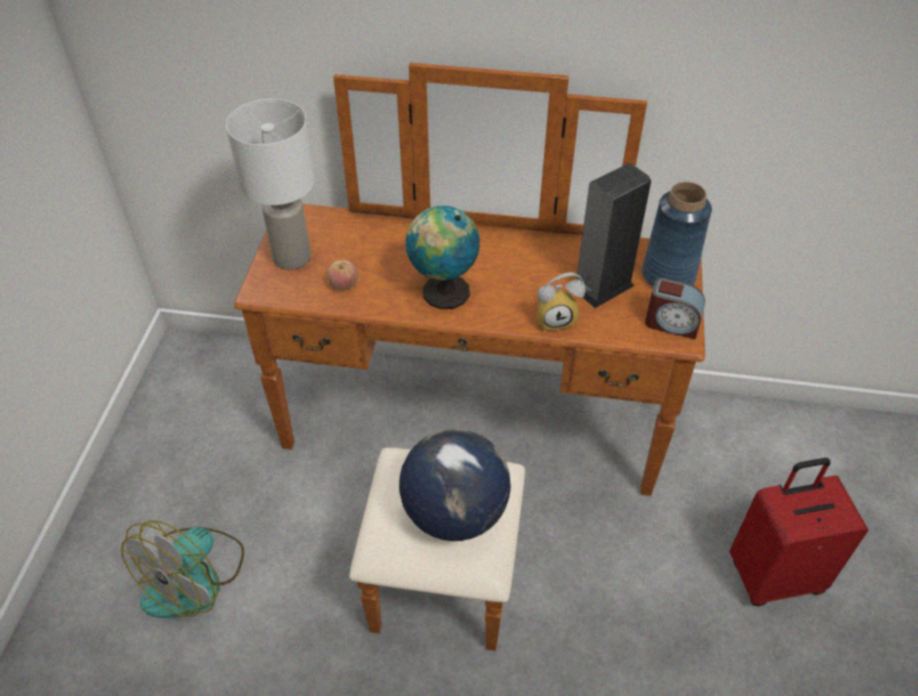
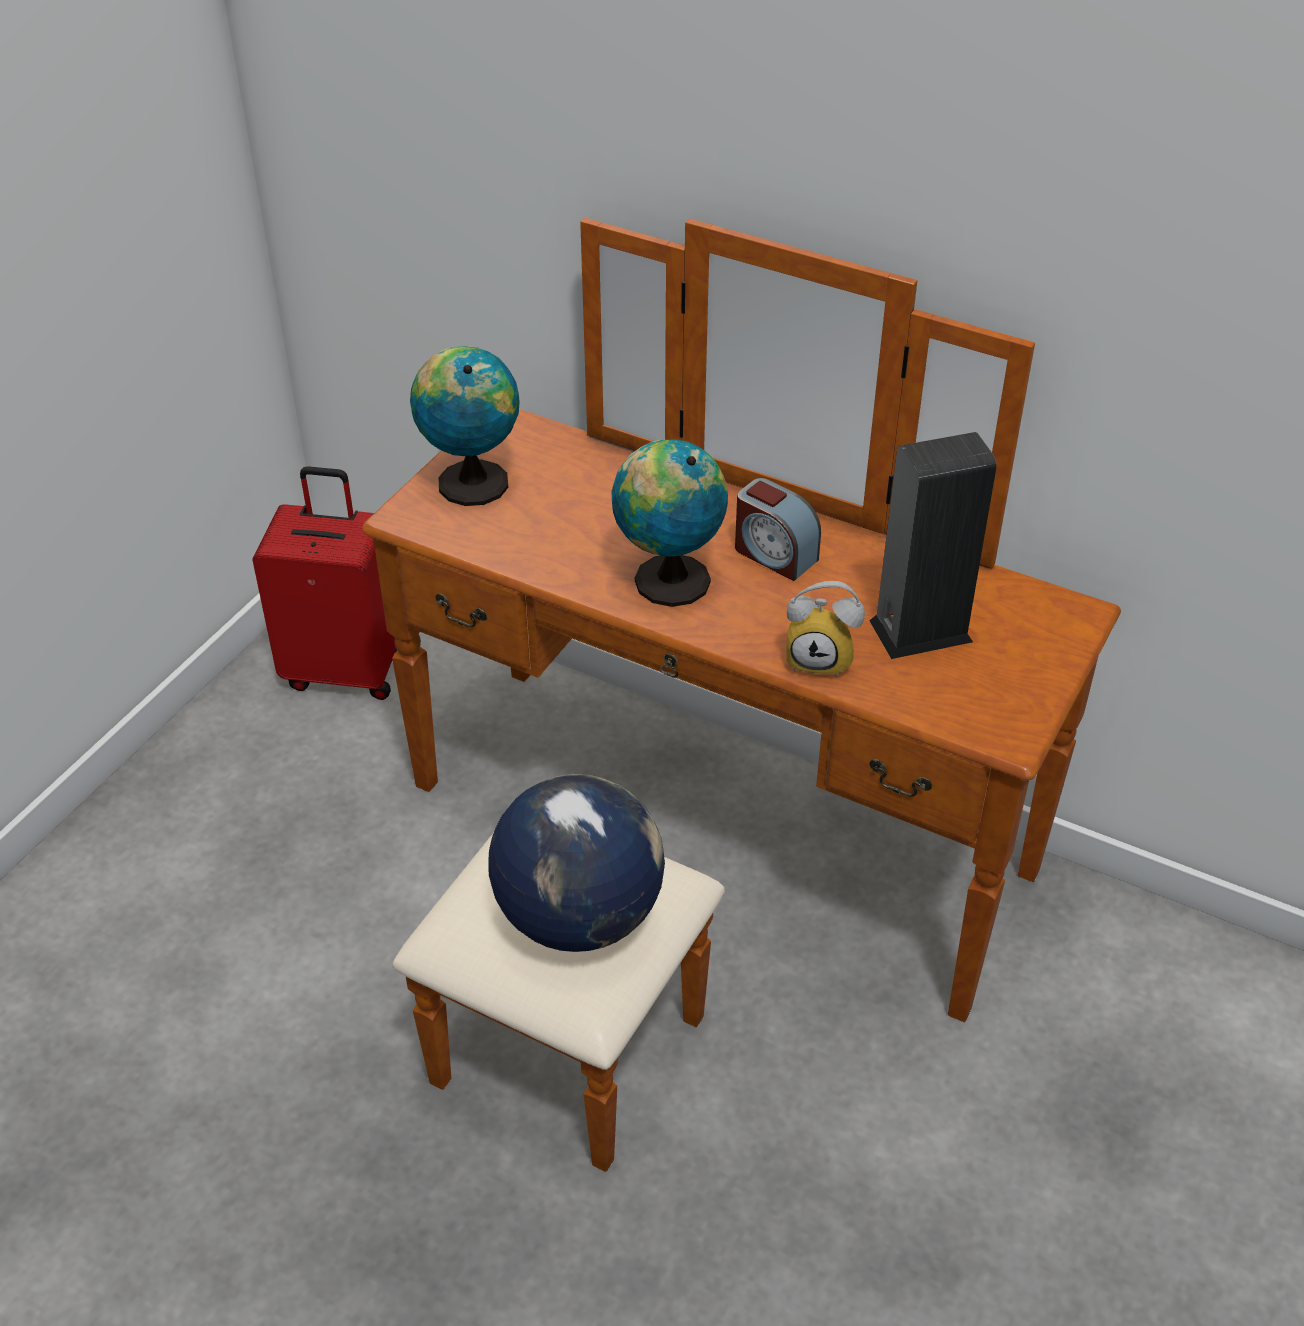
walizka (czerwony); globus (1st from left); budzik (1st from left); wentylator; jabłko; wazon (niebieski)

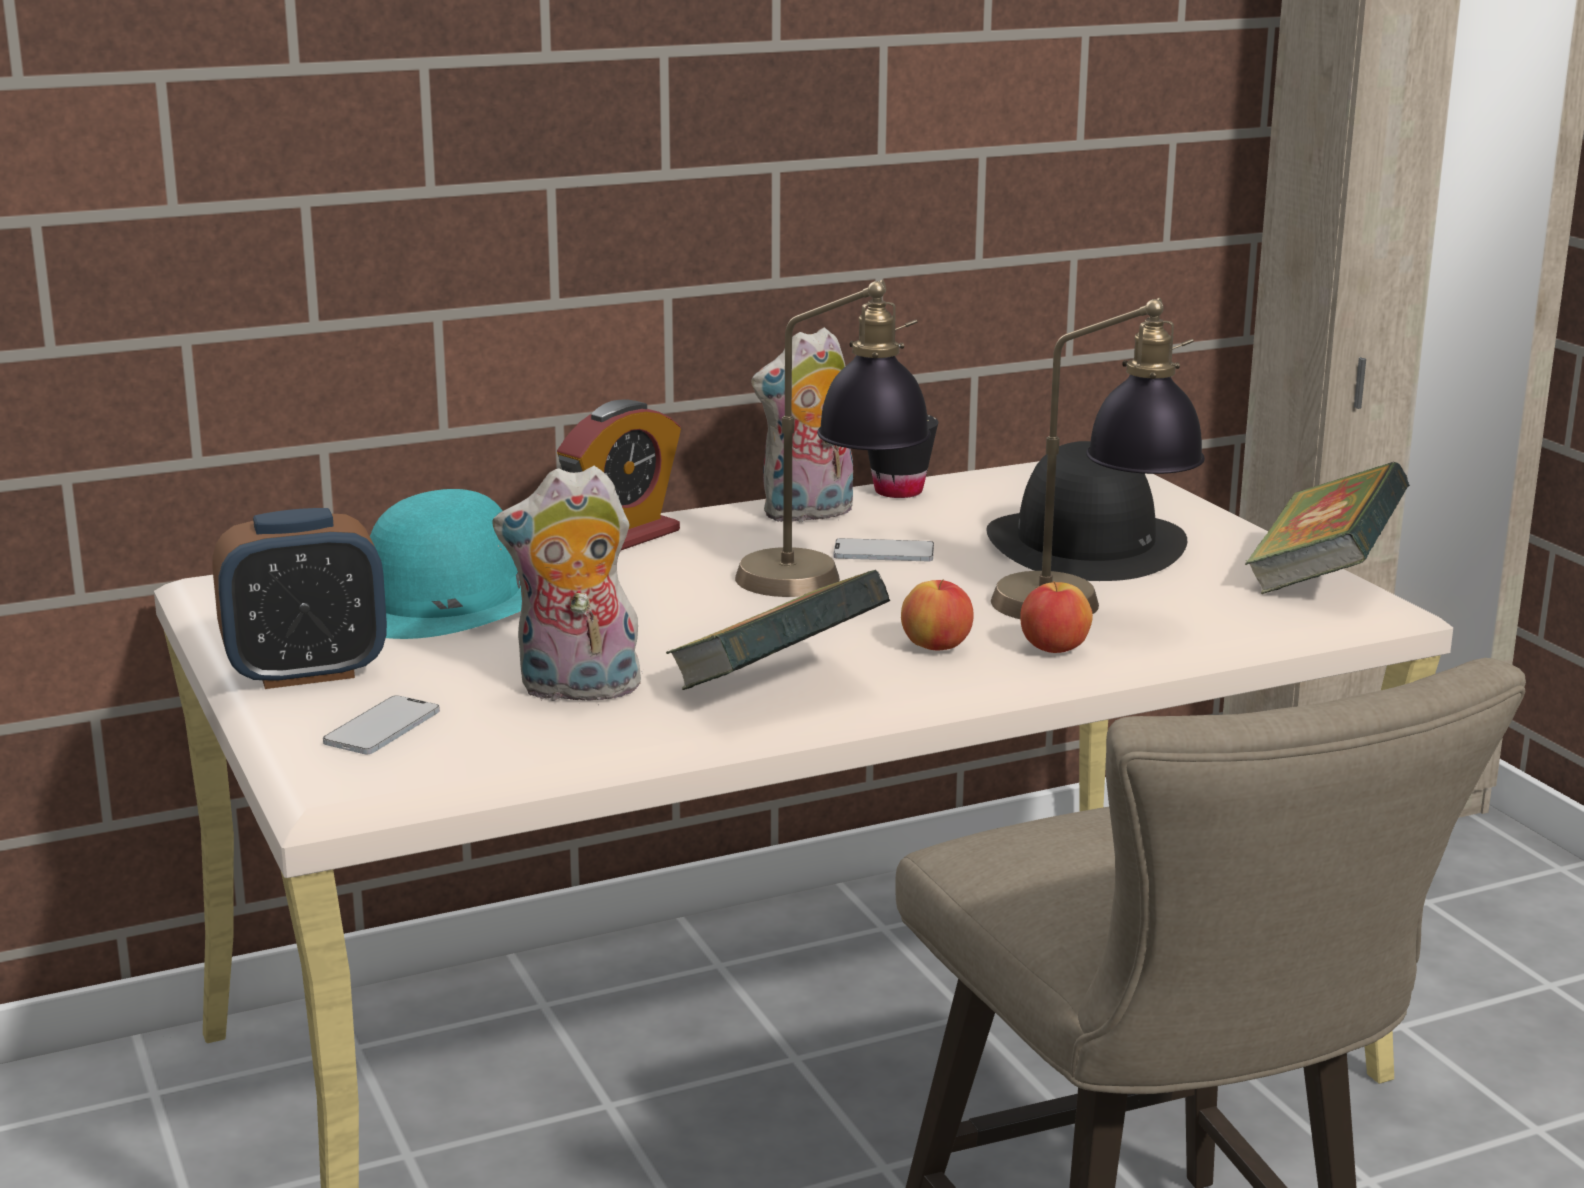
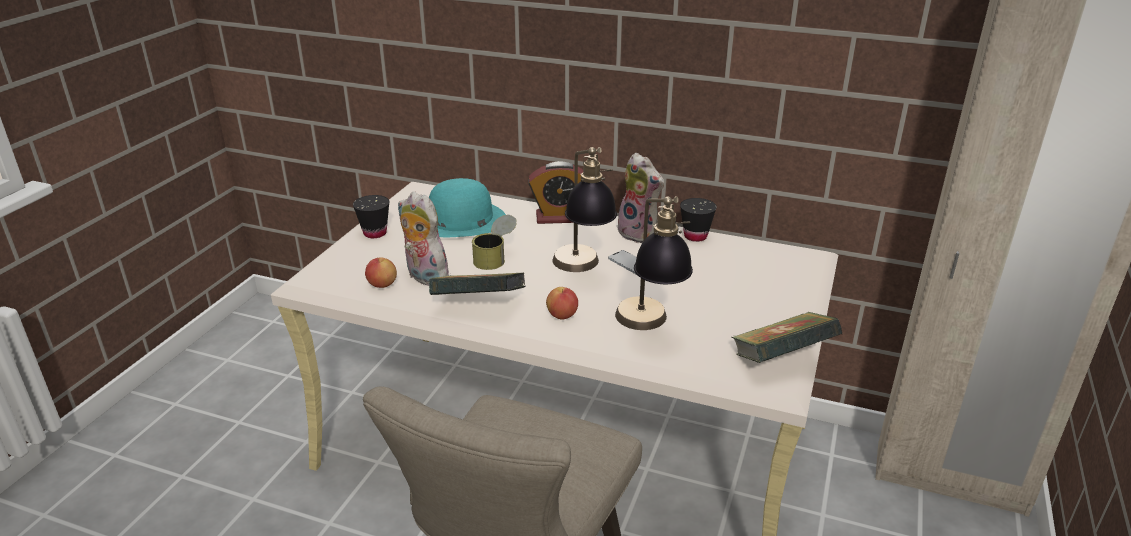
filiżanka (czarny) (1st from left); jabłko (1st from left); puszka; pluszak (2nd from left); telefon (1st from left in the first image); kapelusz (czarny)

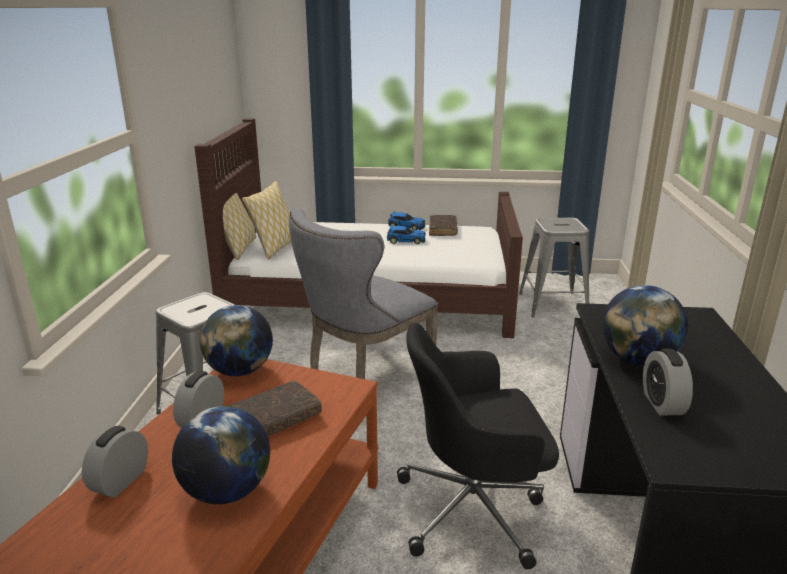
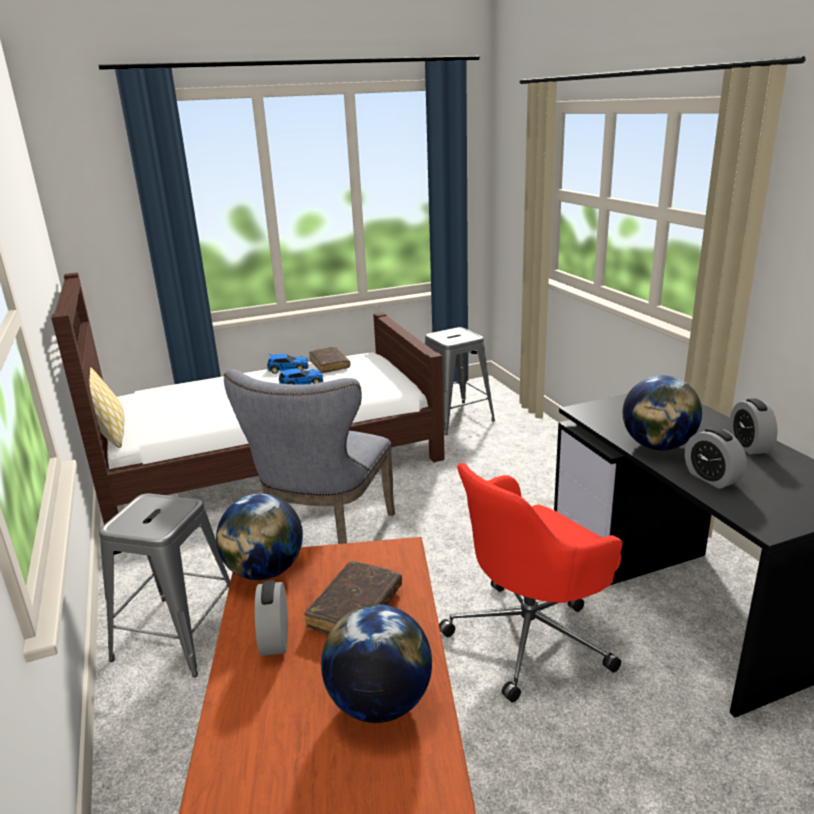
krzesło biurowe (czerwony); budzik (3rd from left); poduszka (2nd from left in the first image)

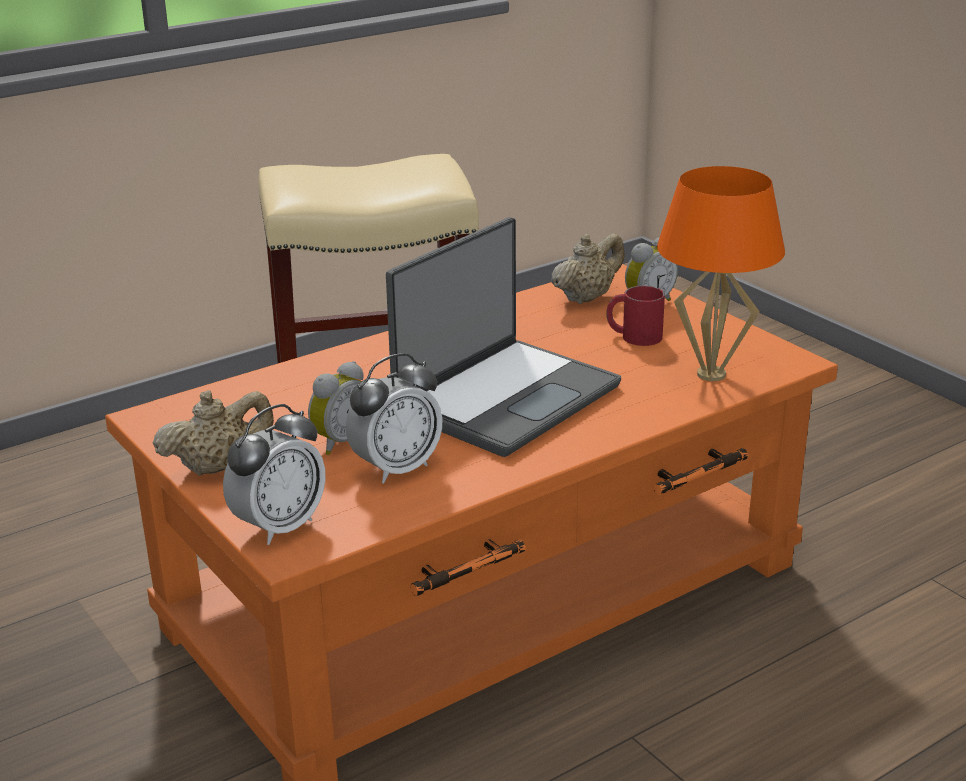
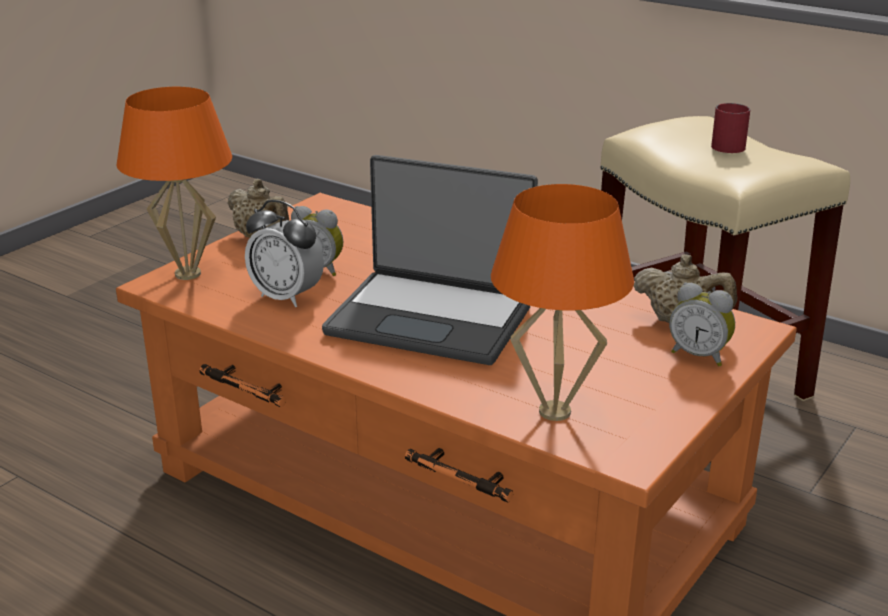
lampa stołowa (pomarańczowy) (1st from left); kubek (czerwony)

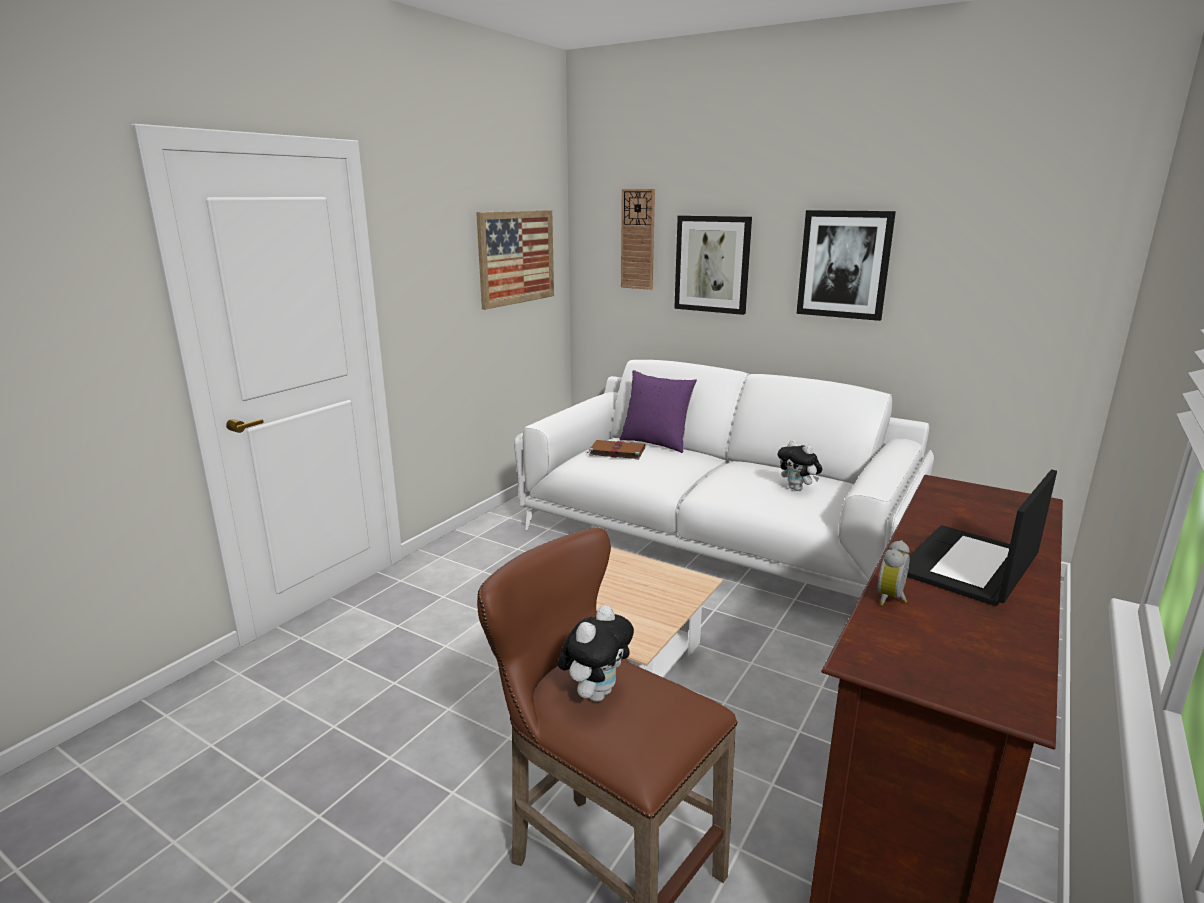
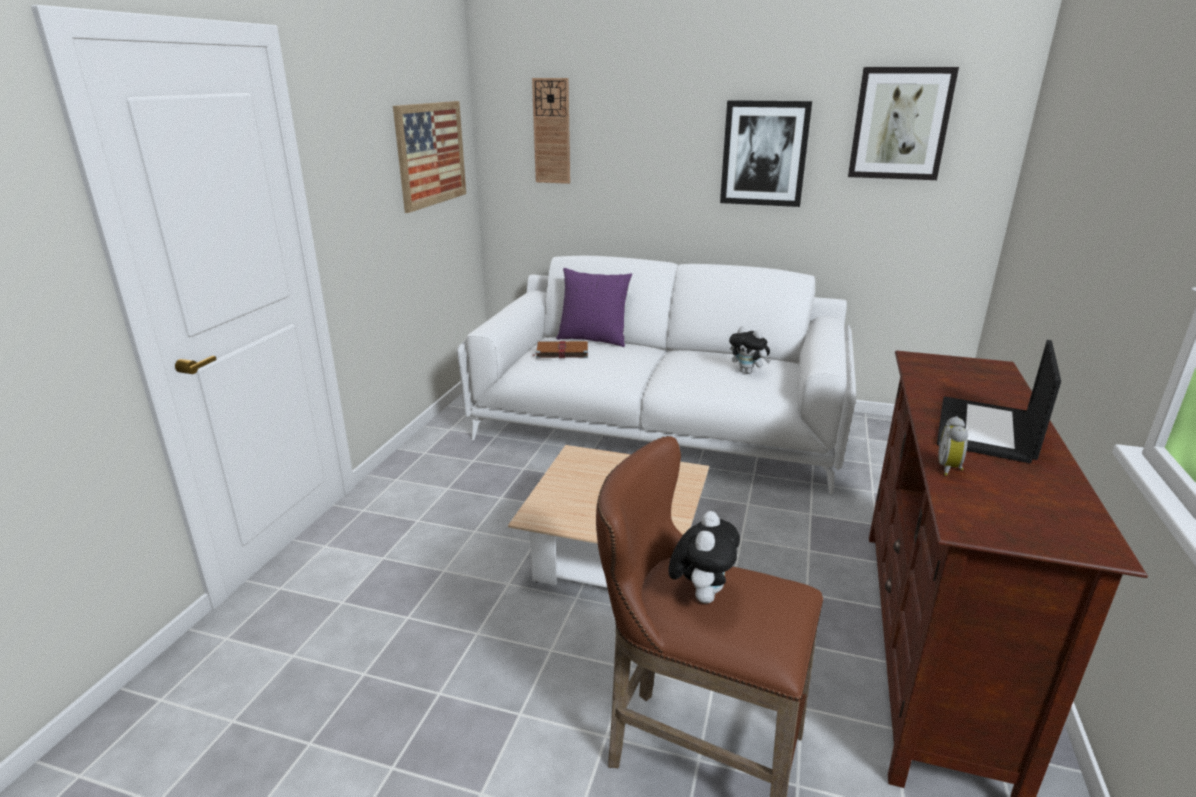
obraz (3rd from left)

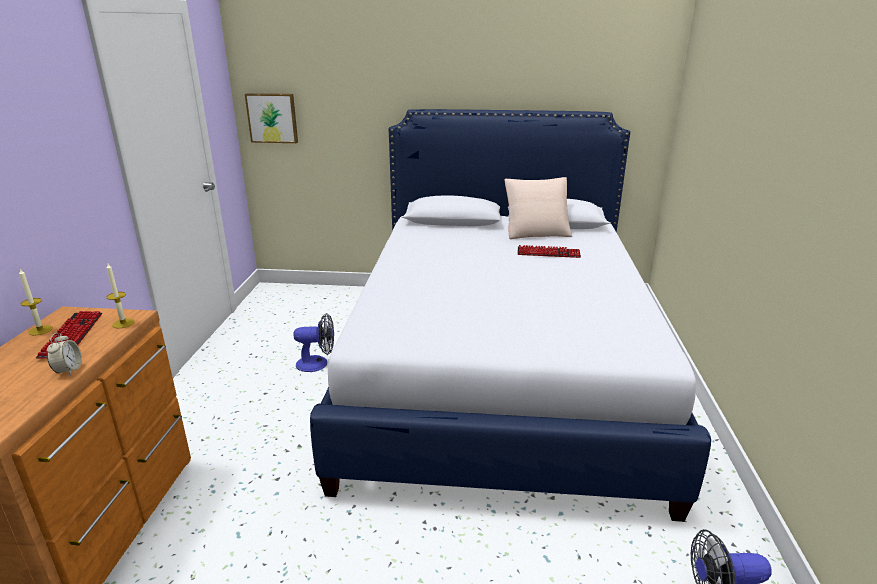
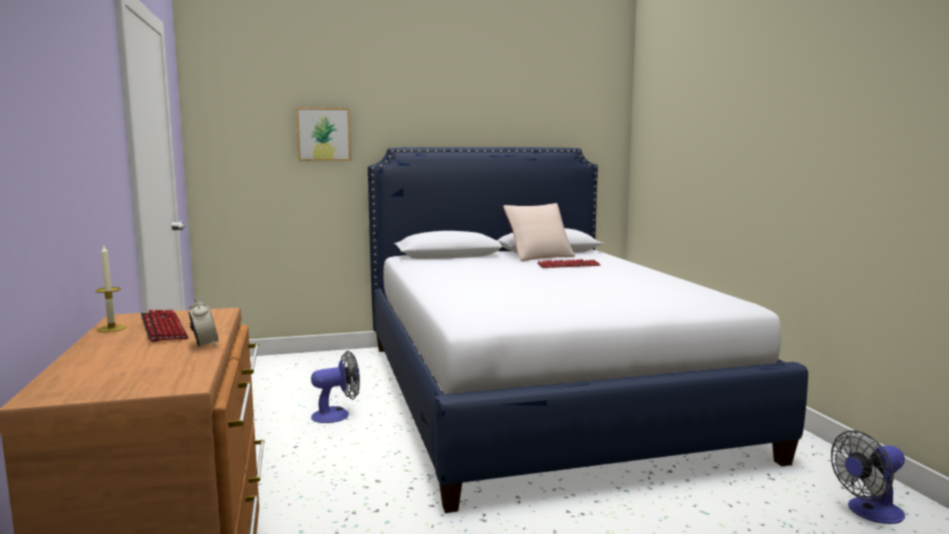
obraz; świeca (2nd from left in the first image)

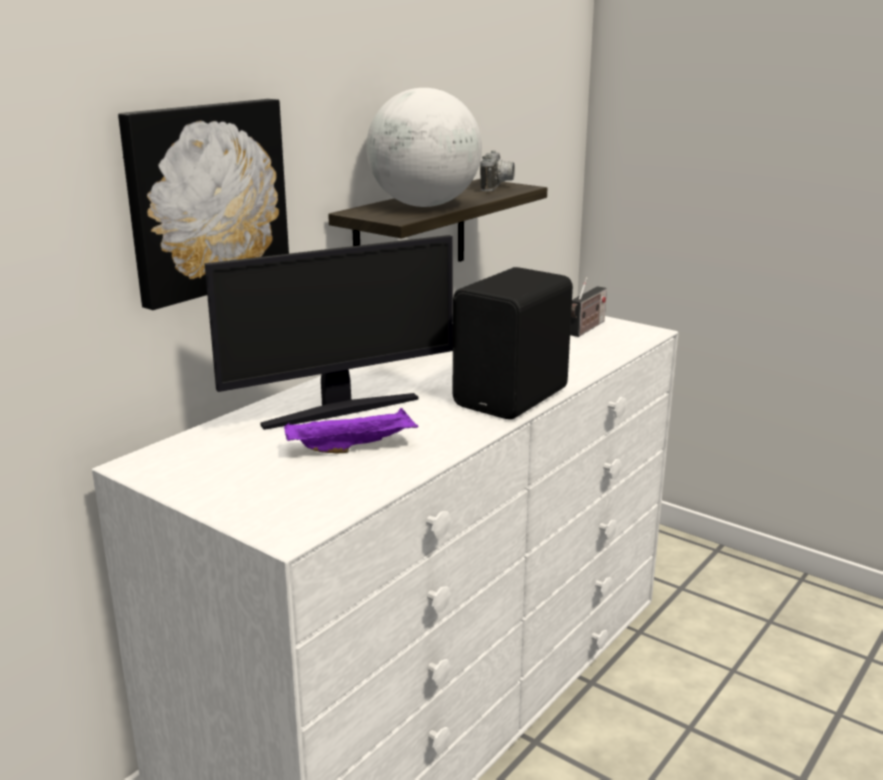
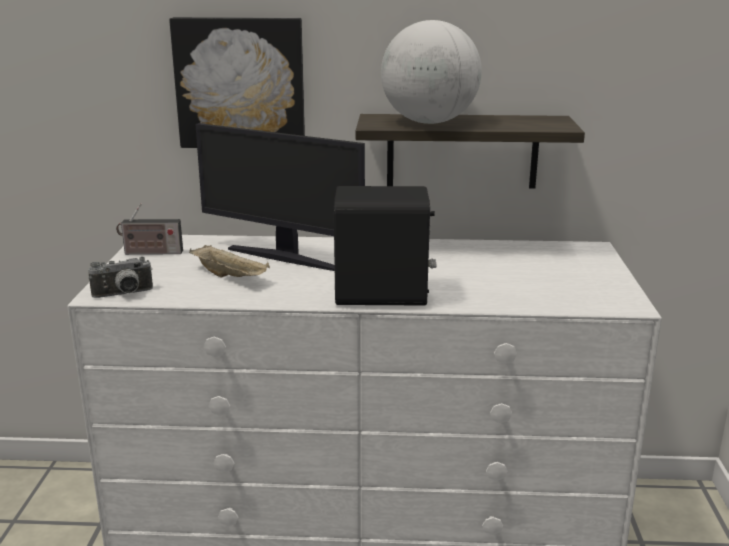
aparat fotograficzny; radio; taca (beżowy)

